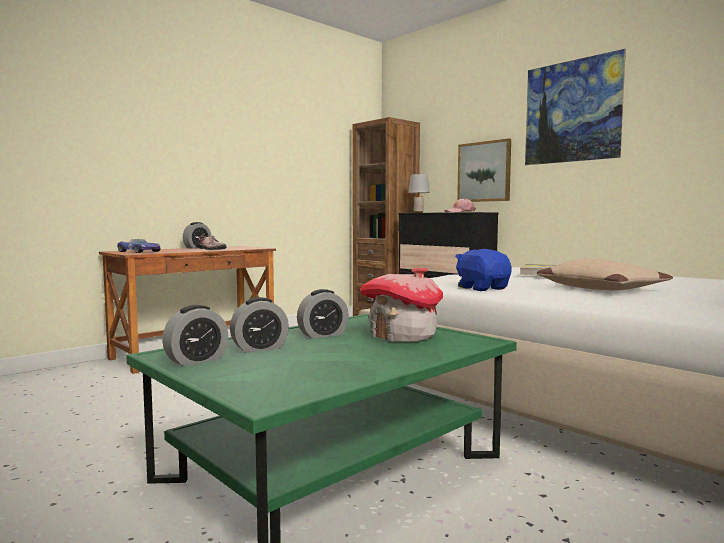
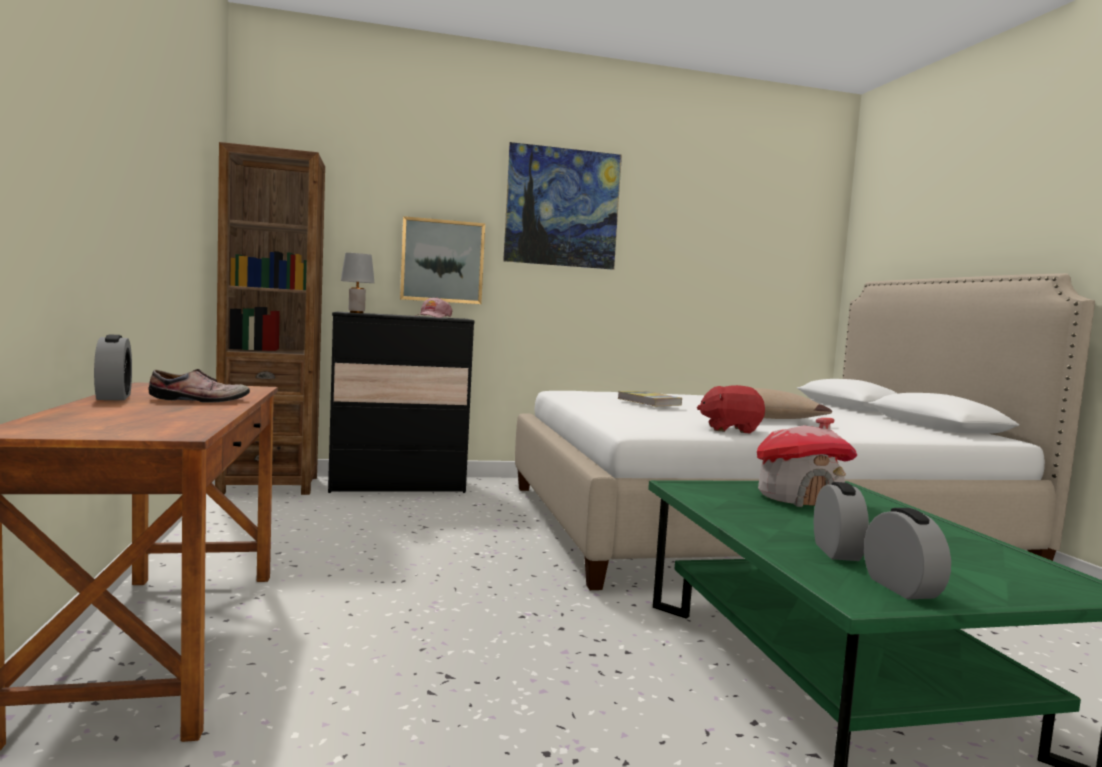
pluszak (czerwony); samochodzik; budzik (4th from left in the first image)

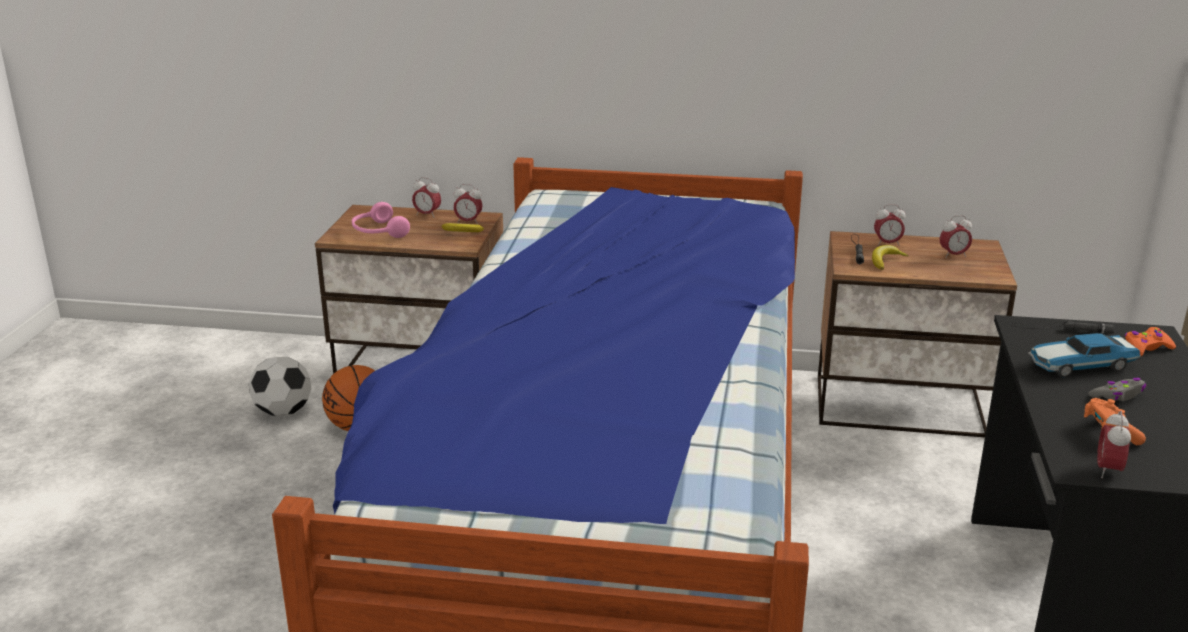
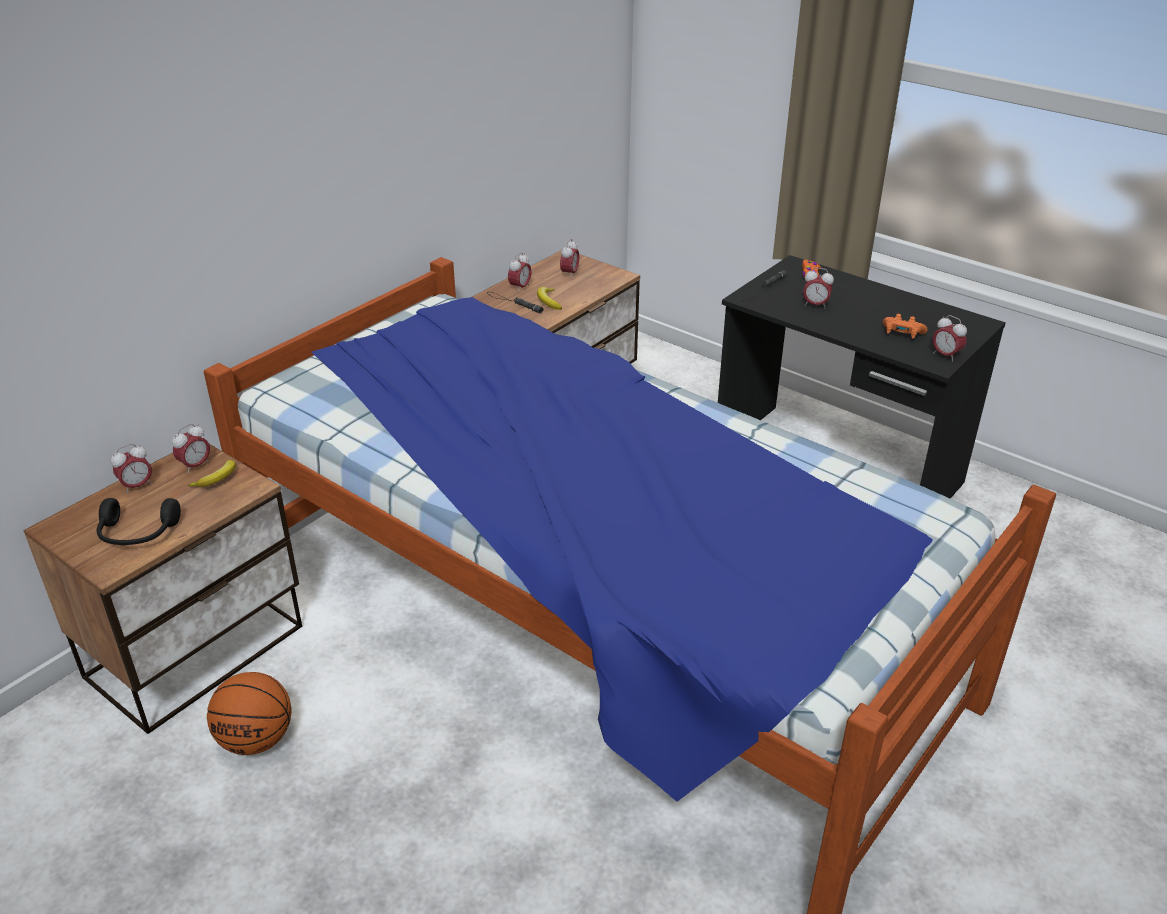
słuchawki (czarny); budzik (5th from left); piłka futbolowa; pad do gier (szary)

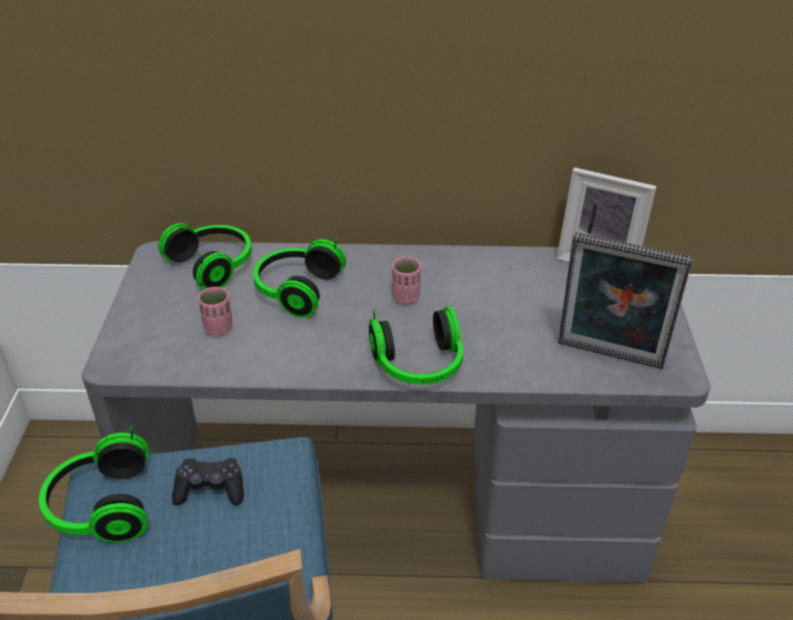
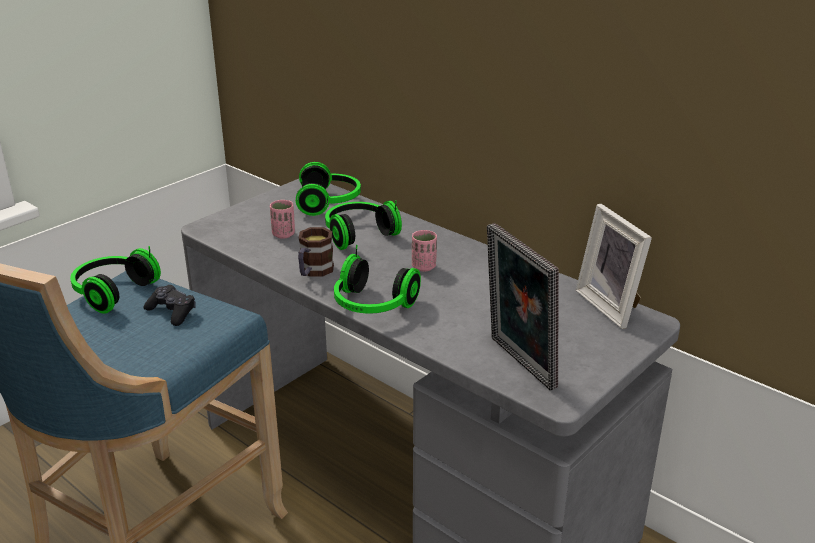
kubek

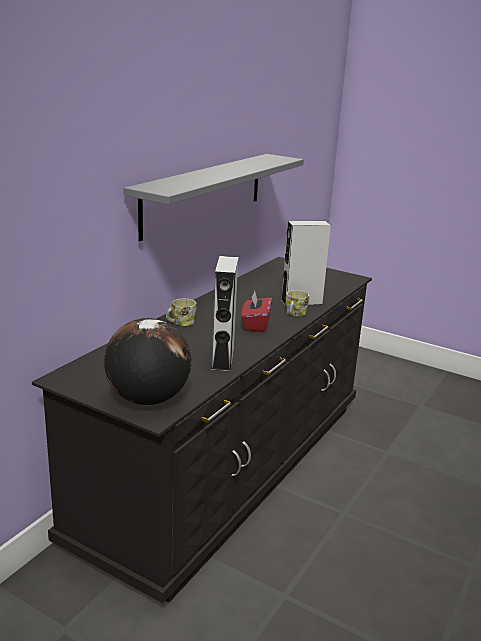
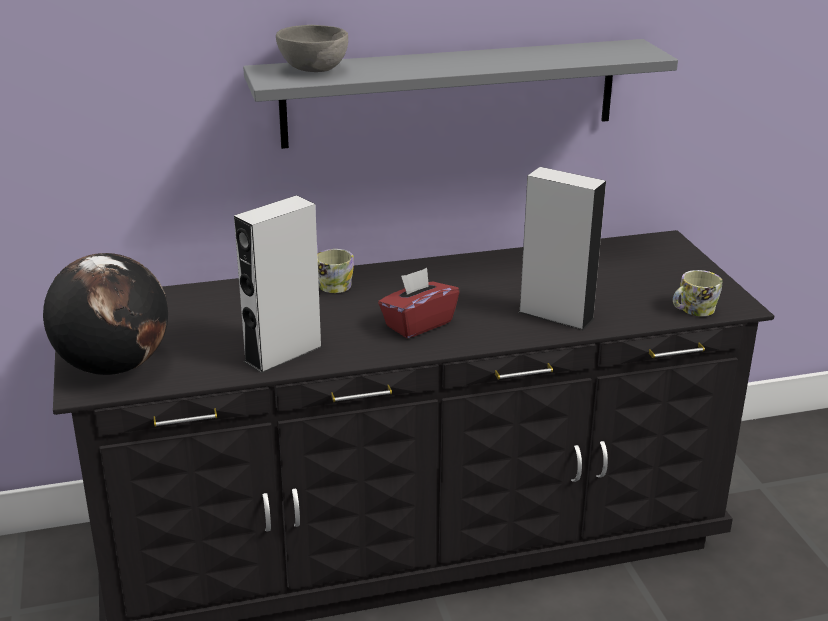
miska (szary); kubek (2nd from left)

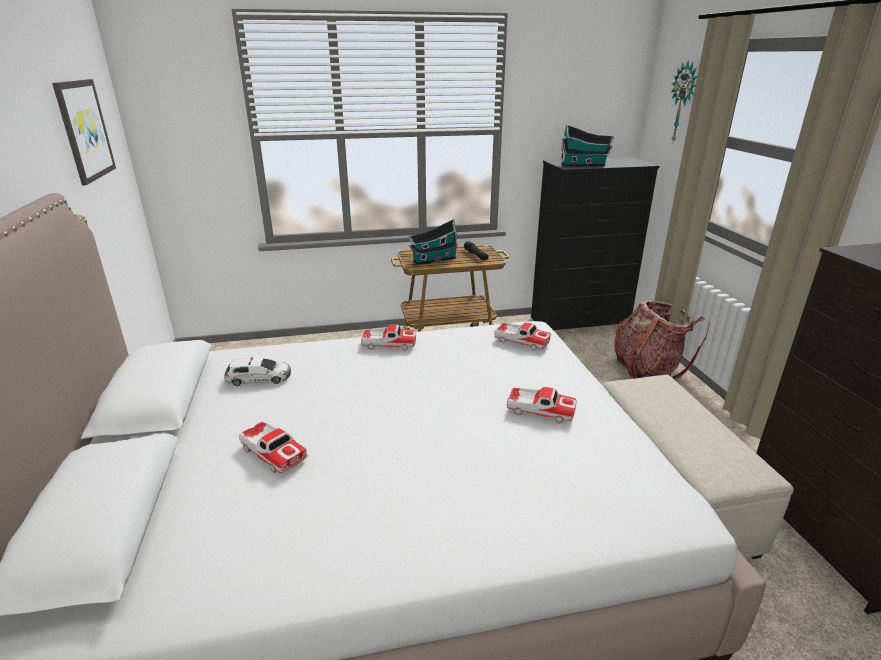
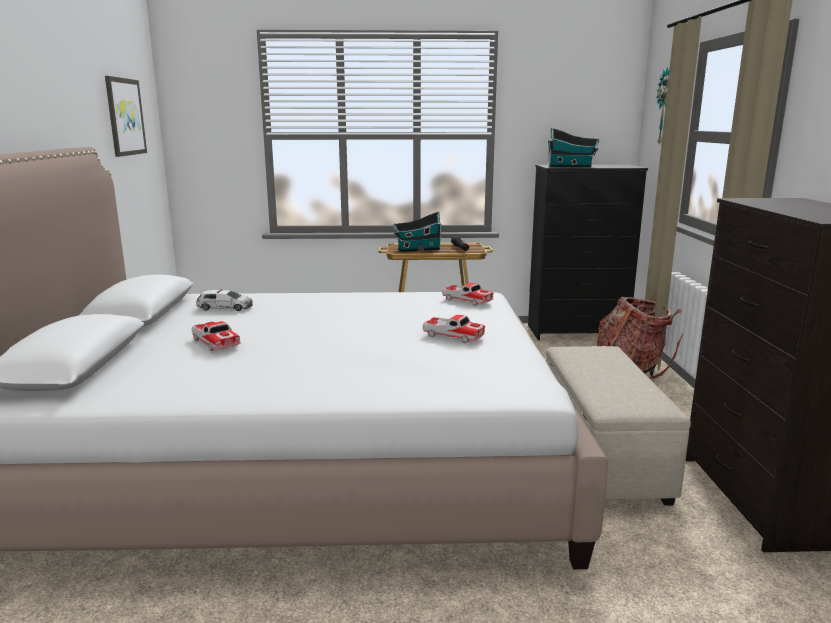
samochodzik (3rd from left in the first image)

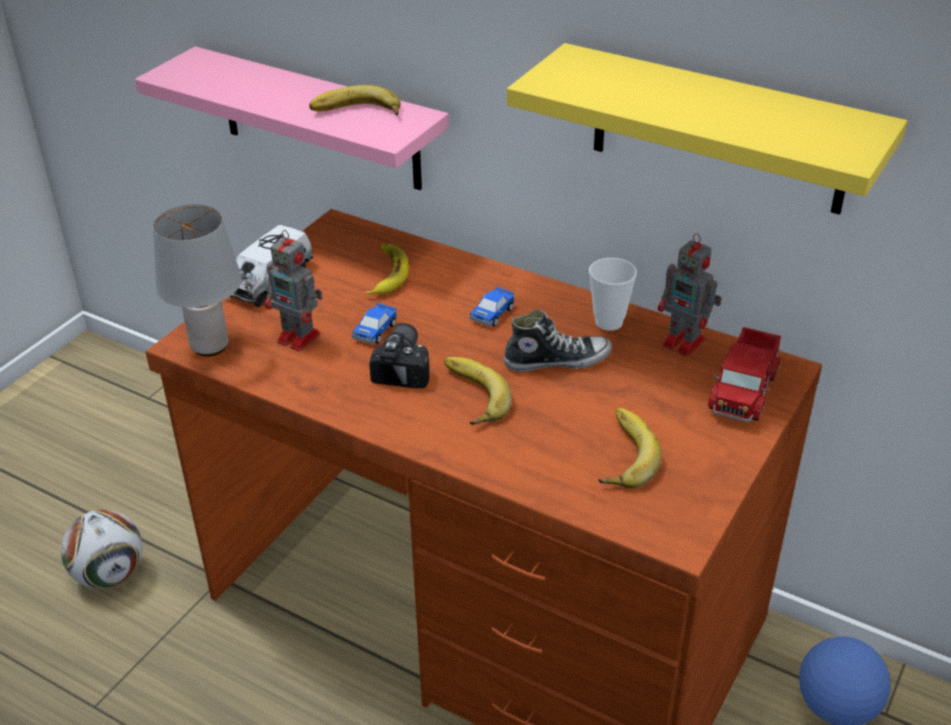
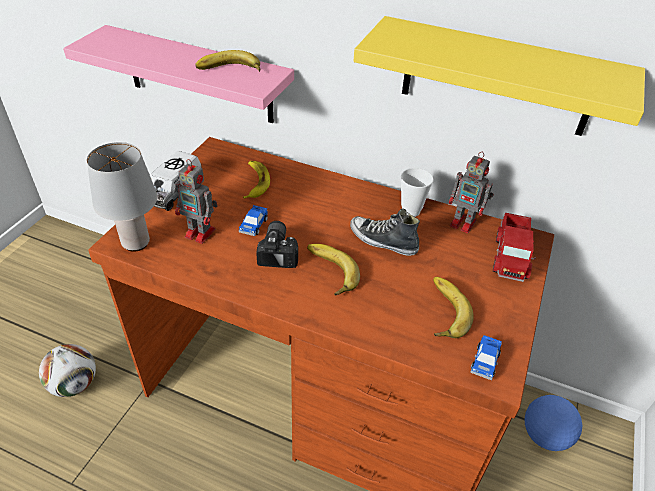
but; samochodzik (2nd from left)

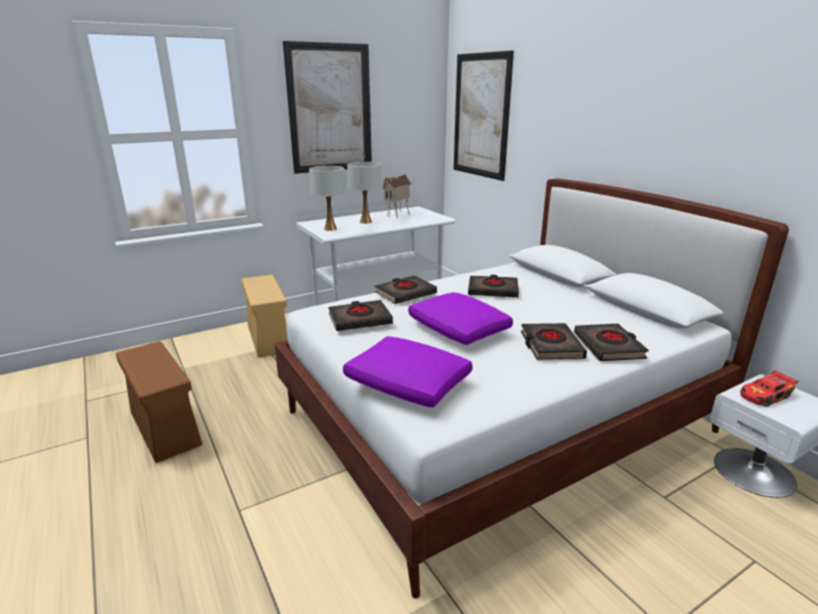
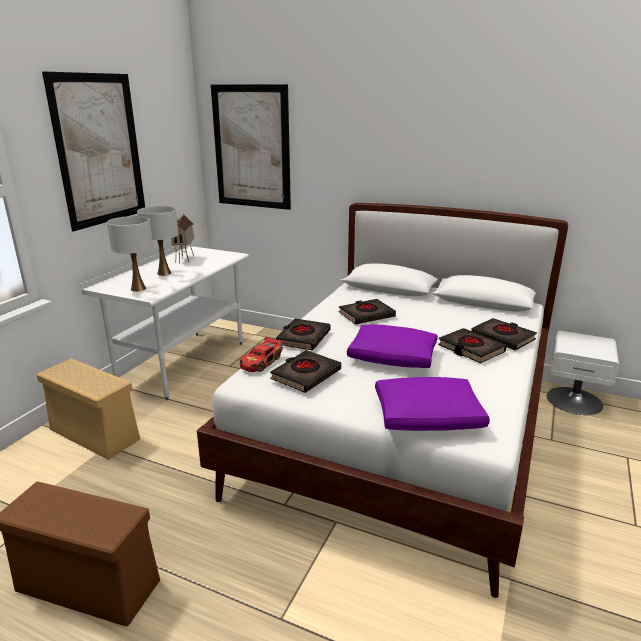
samochodzik

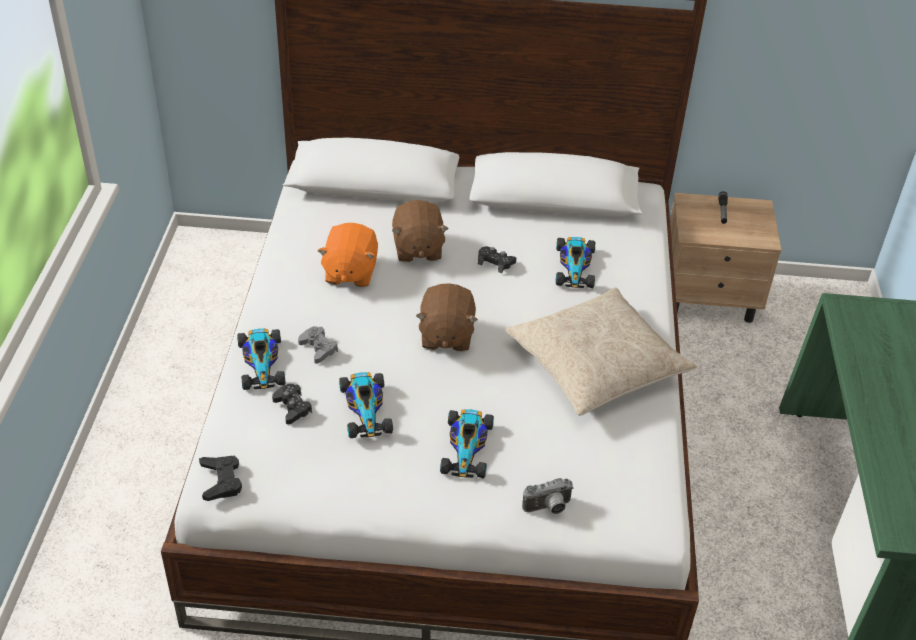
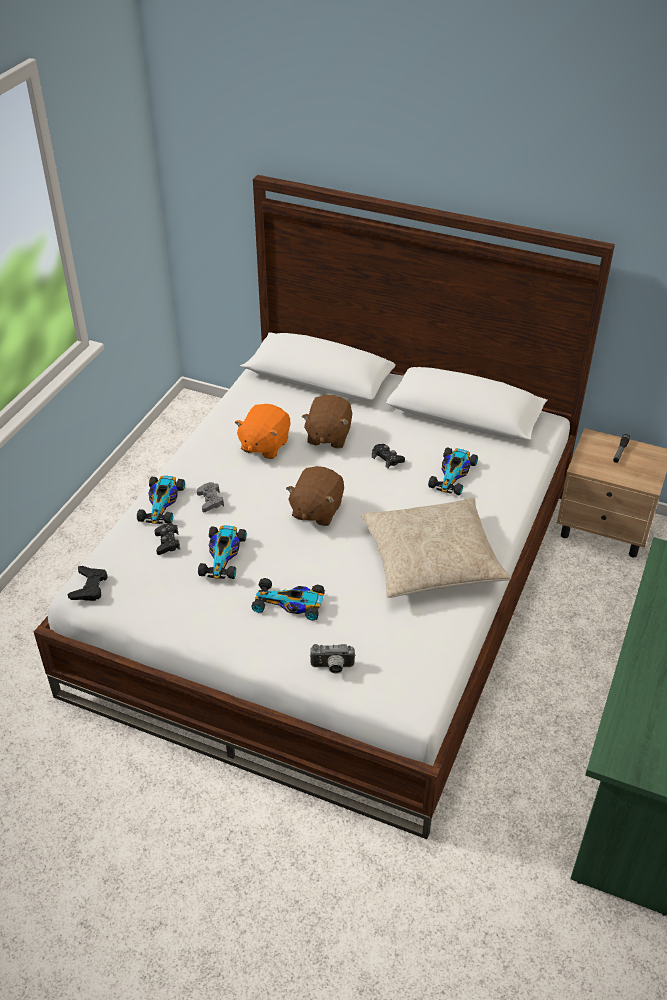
samochodzik (3rd from left)

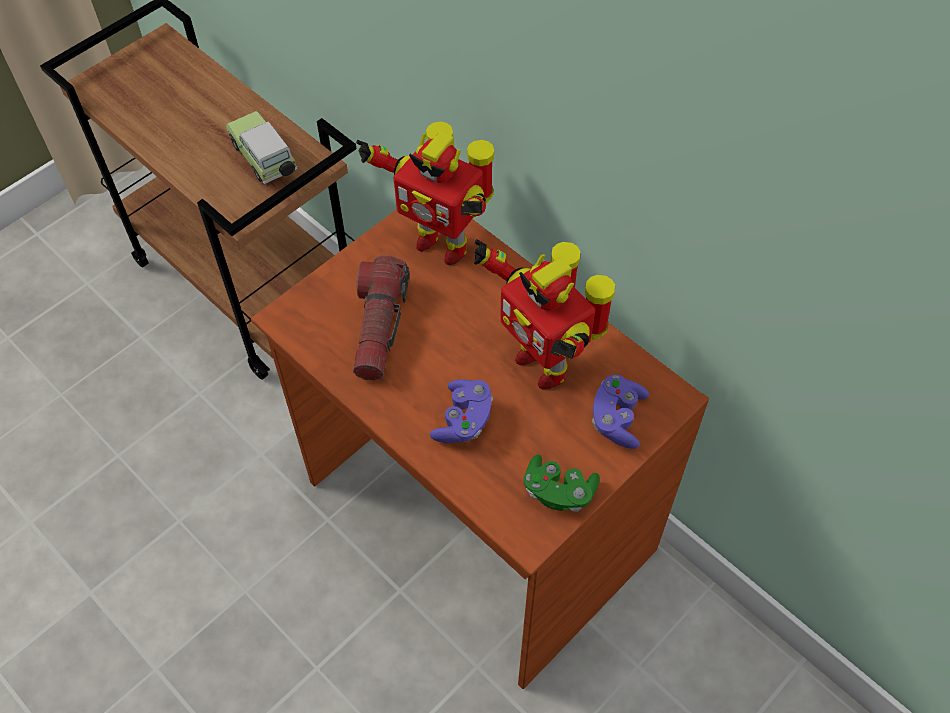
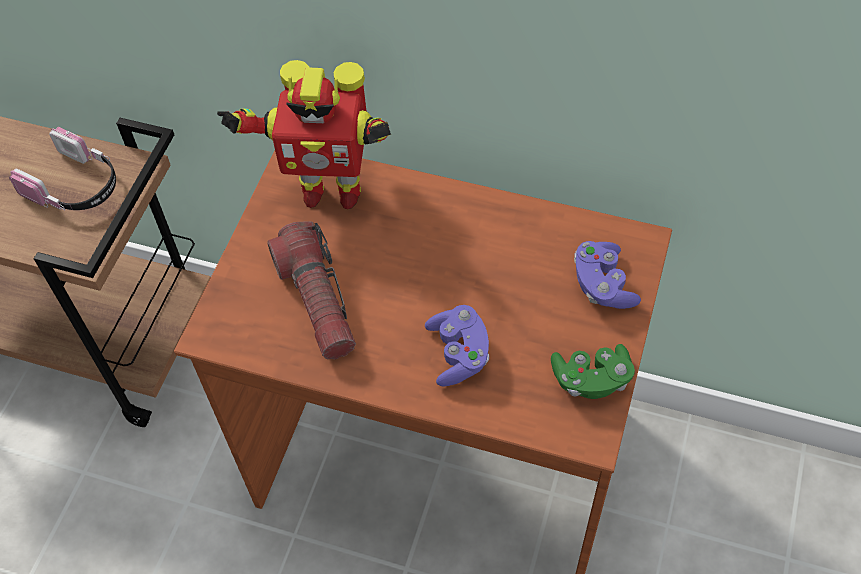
słuchawki; robot zabawkowy (2nd from left in the first image)

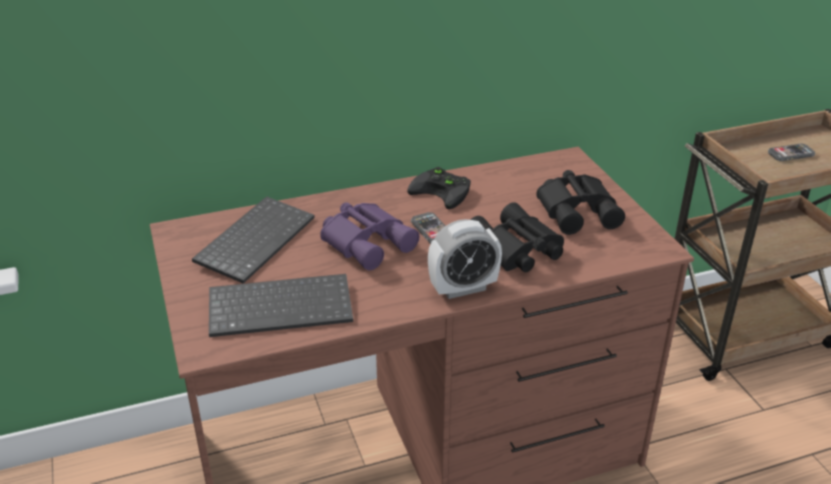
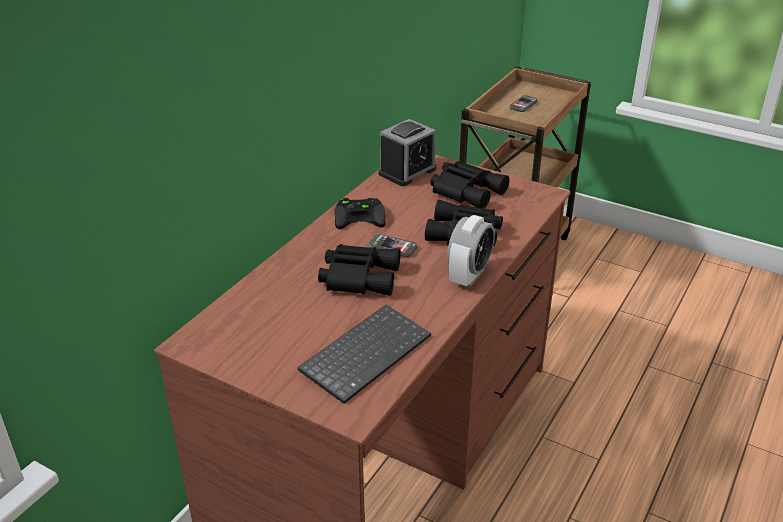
lornetka (czarny) (1st from left); budzik (1st from left); klawiatura (1st from left in the first image)

